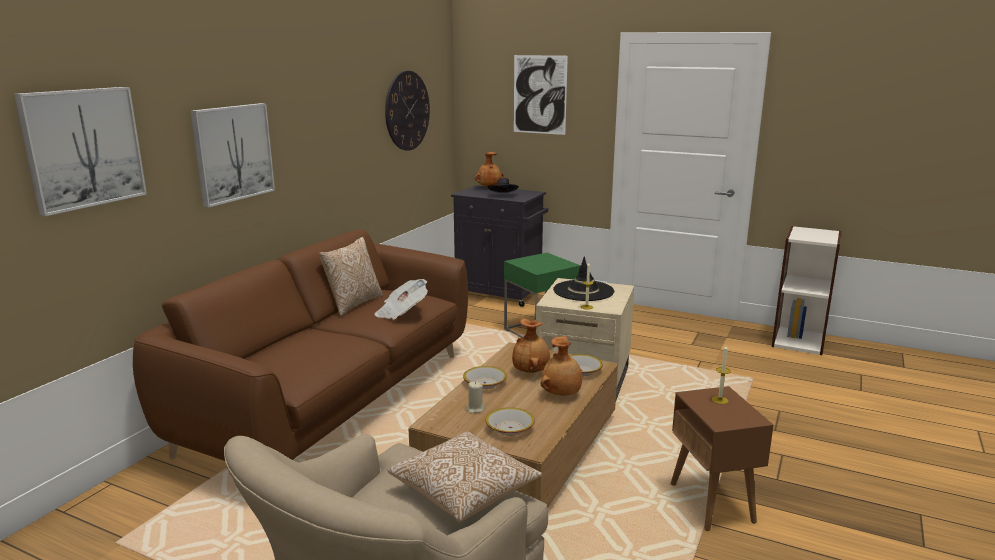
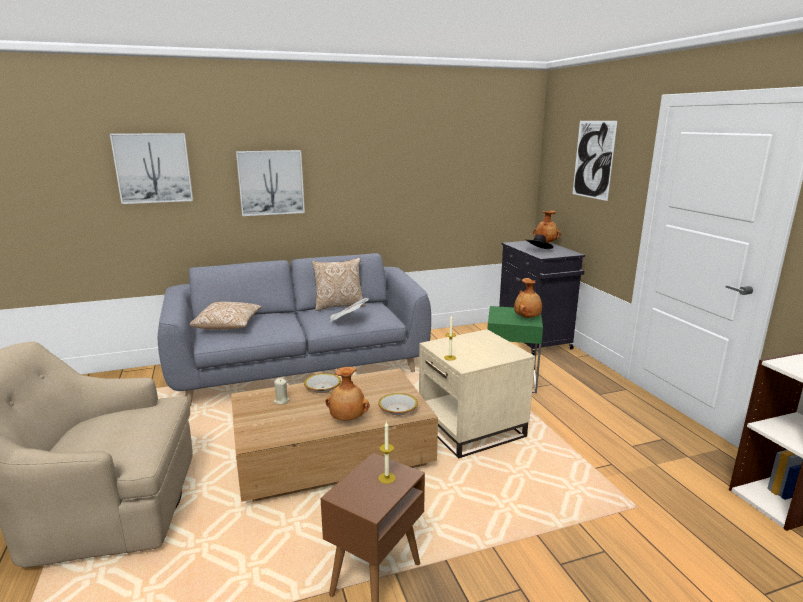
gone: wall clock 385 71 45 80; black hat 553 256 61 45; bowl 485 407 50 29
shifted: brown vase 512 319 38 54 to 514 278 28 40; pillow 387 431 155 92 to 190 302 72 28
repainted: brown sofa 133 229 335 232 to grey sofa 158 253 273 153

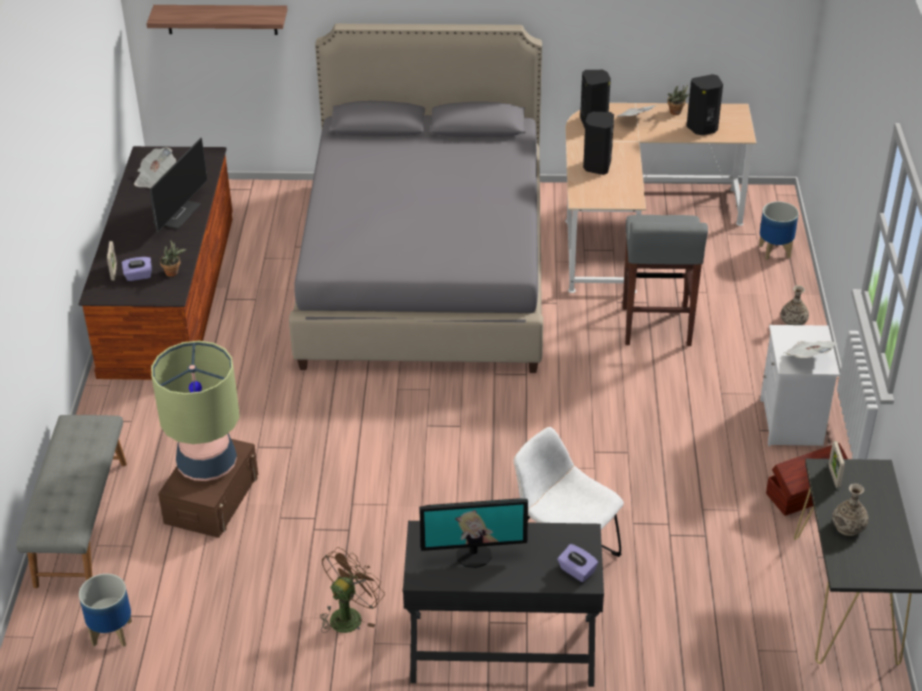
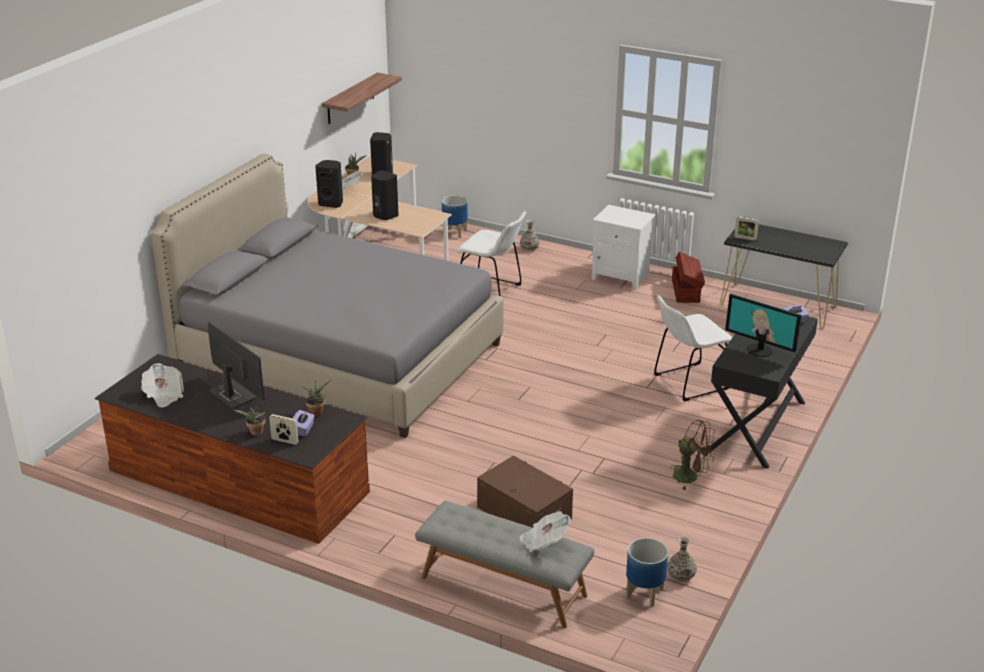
gone: table lamp 151 341 89 140
new: potted plant 234 406 32 30
shifted: shelf 146 5 141 30 to 322 73 80 51; newspaper 784 341 53 17 to 519 511 52 41; vase 832 484 37 52 to 667 537 30 45
swapped: grey stool 623 215 85 131 to white chair 457 211 69 85
rotated: monitor 419 498 109 70 = 725 294 76 63 105 degrees clockwise; brown fan 320 547 65 86 = 670 420 46 70 150 degrees clockwise

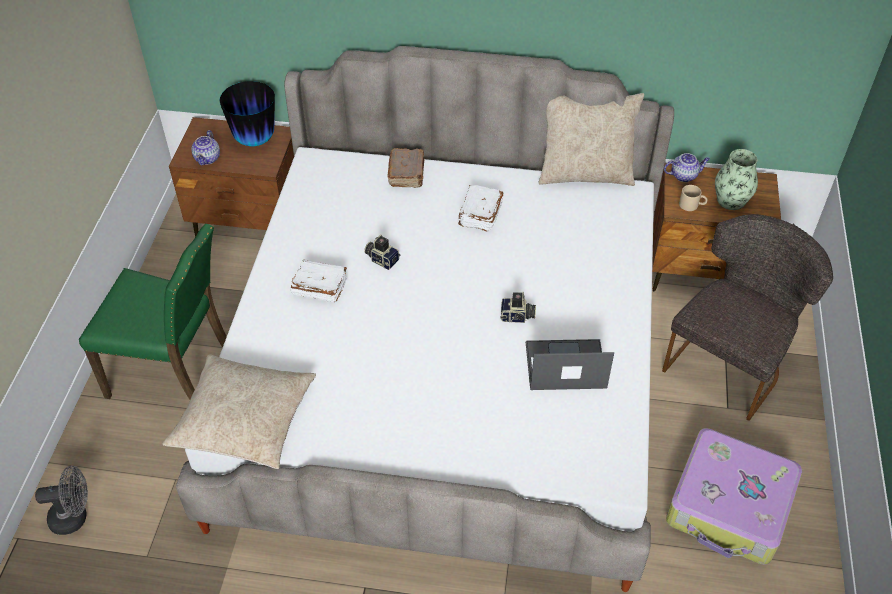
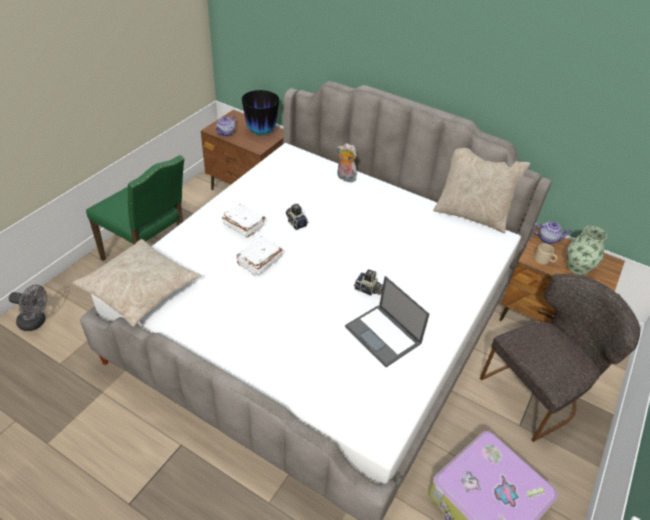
shifted: white book 458 185 46 47 to 237 236 46 40
swapped: brown book 388 148 36 40 to plush toy 337 143 20 39
rotated: laptop 526 339 88 51 = 345 276 85 91 150 degrees counterclockwise

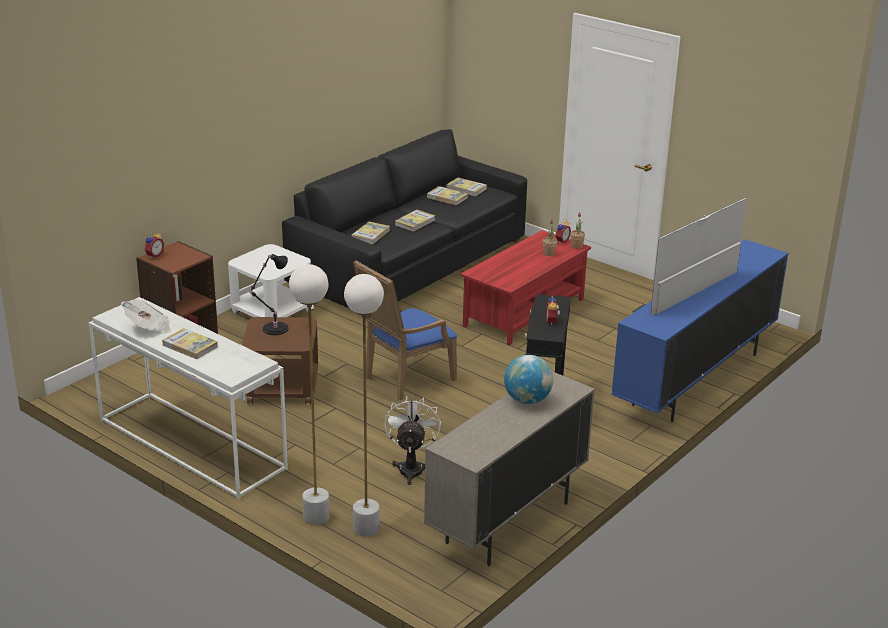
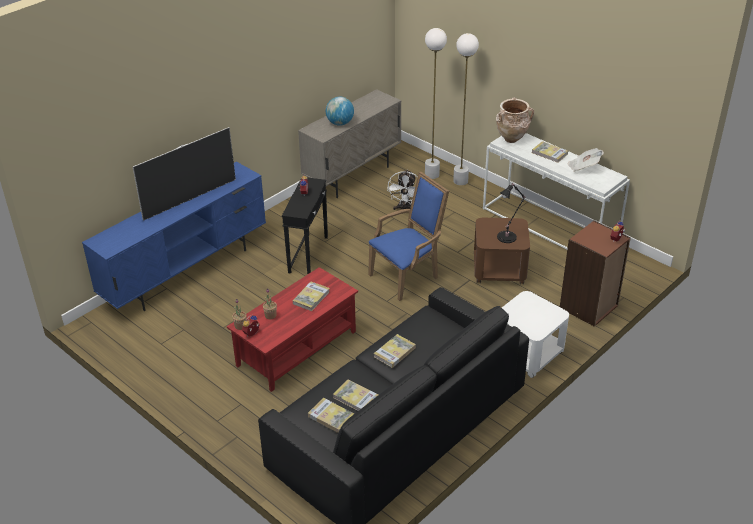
new: beige vase 496 97 38 46
shifted: book 352 222 38 22 to 293 282 37 29

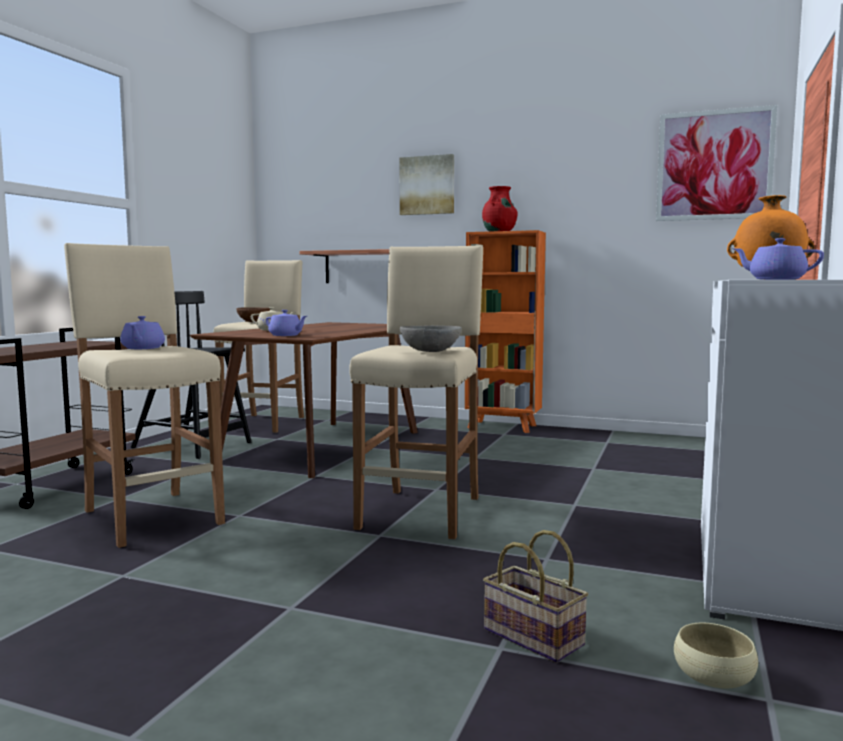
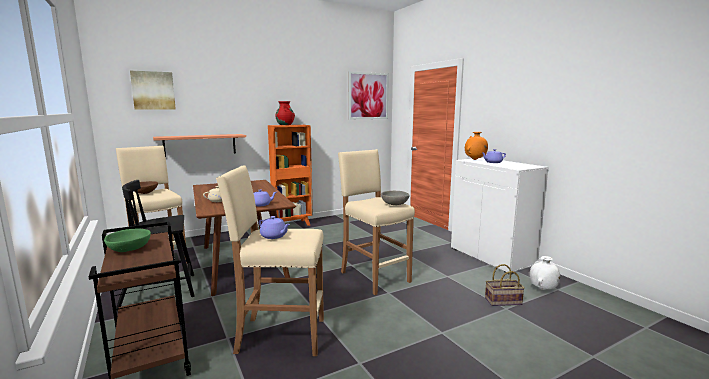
new: green bowl 104 229 47 23
shifted: picture 400 154 54 61 to 130 71 46 39
swapped: beige bowl 674 623 84 66 to white vase 530 256 30 34

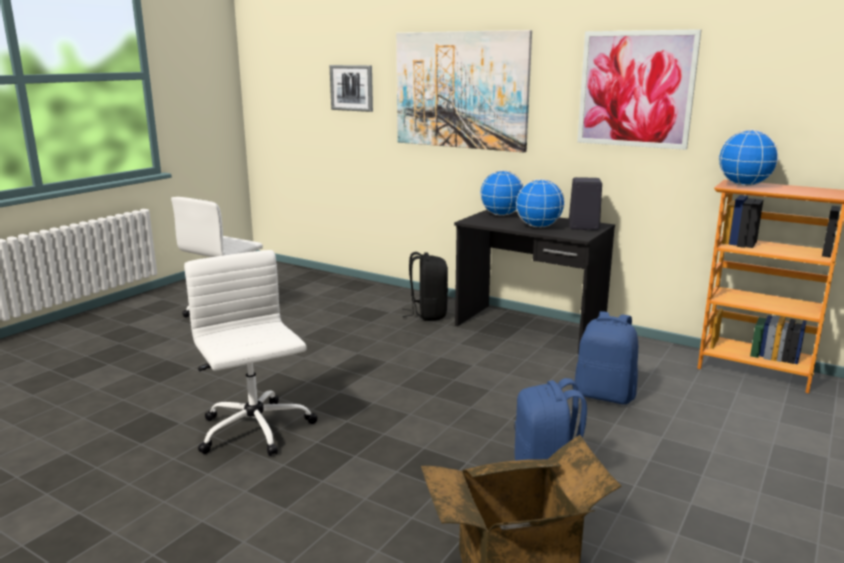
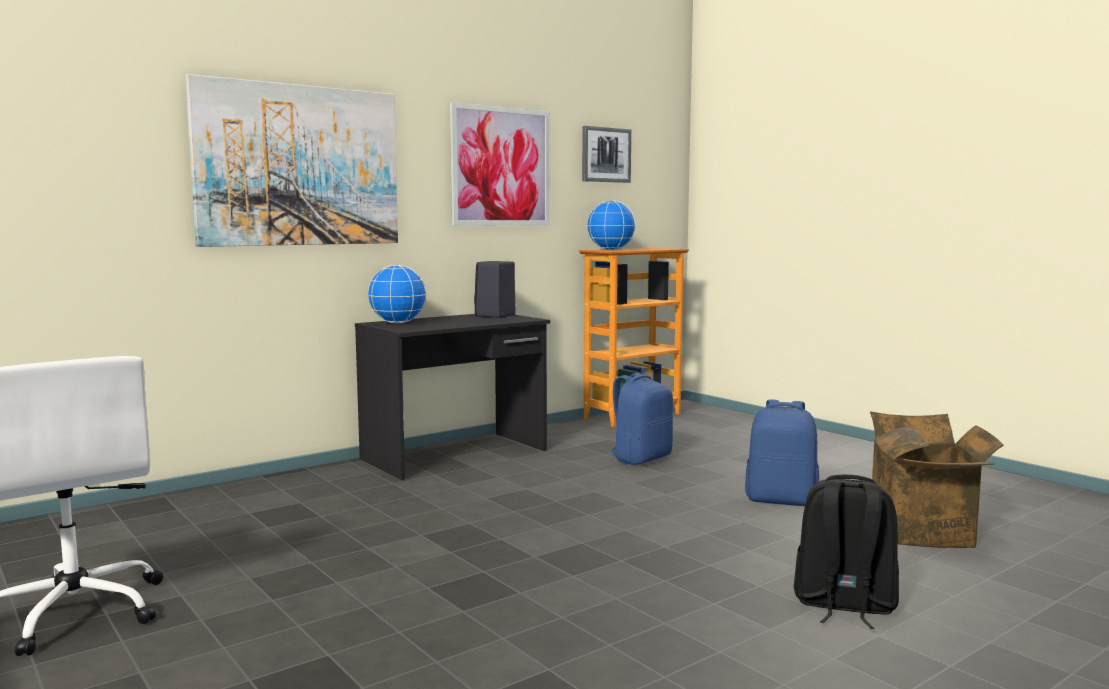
gone: globe 516 179 49 49; white office chair 184 250 133 206
shifted: picture 330 65 43 47 to 582 126 49 57; black backpack 402 252 46 69 to 794 474 105 155

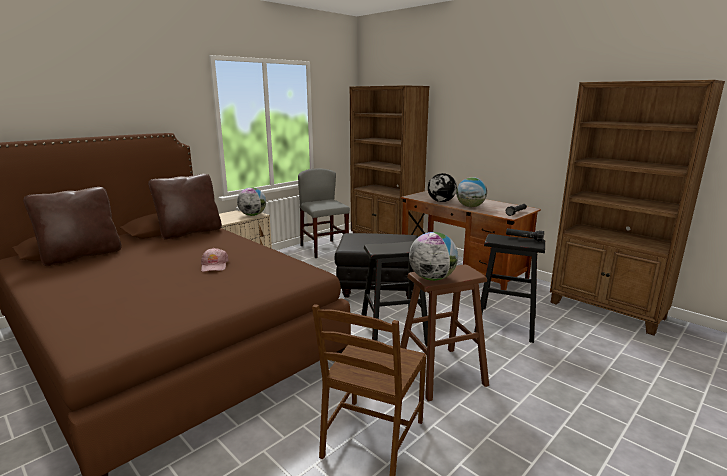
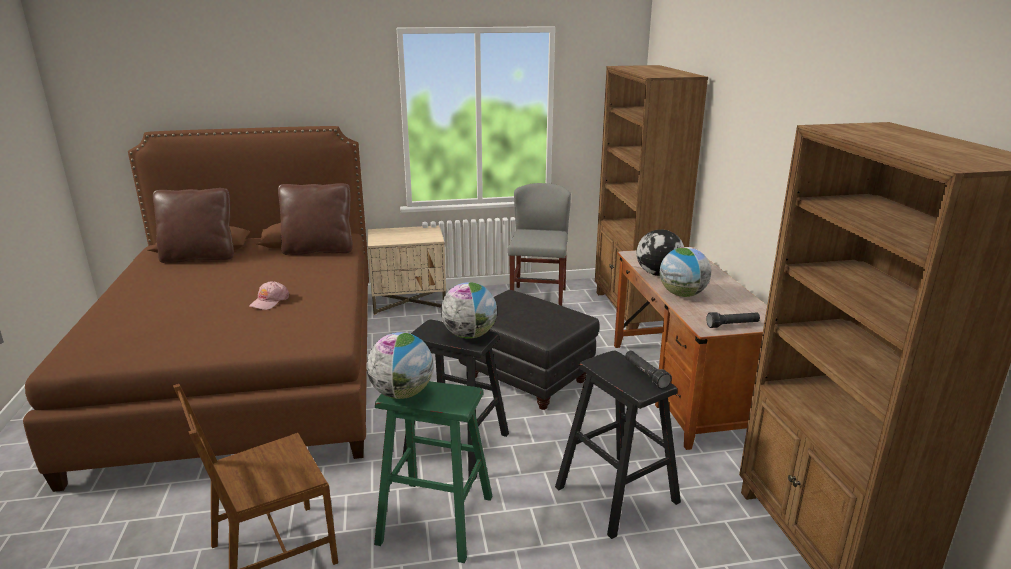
shifted: globe 237 187 29 29 to 441 282 56 57
repainted: brown stool 400 264 89 137 to green stool 374 381 118 182

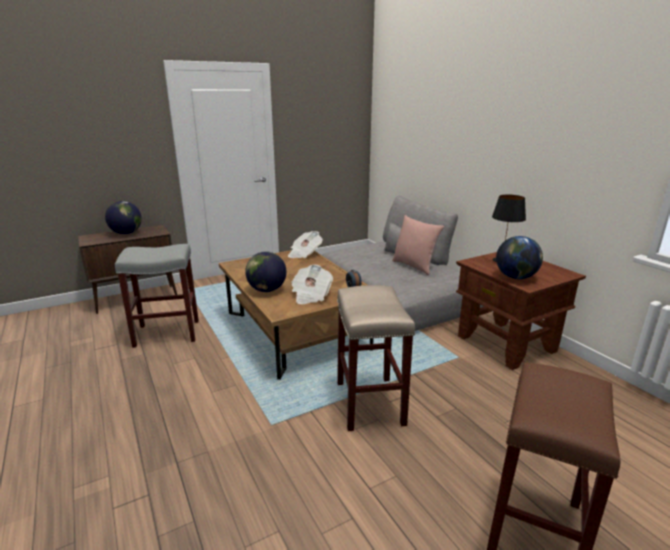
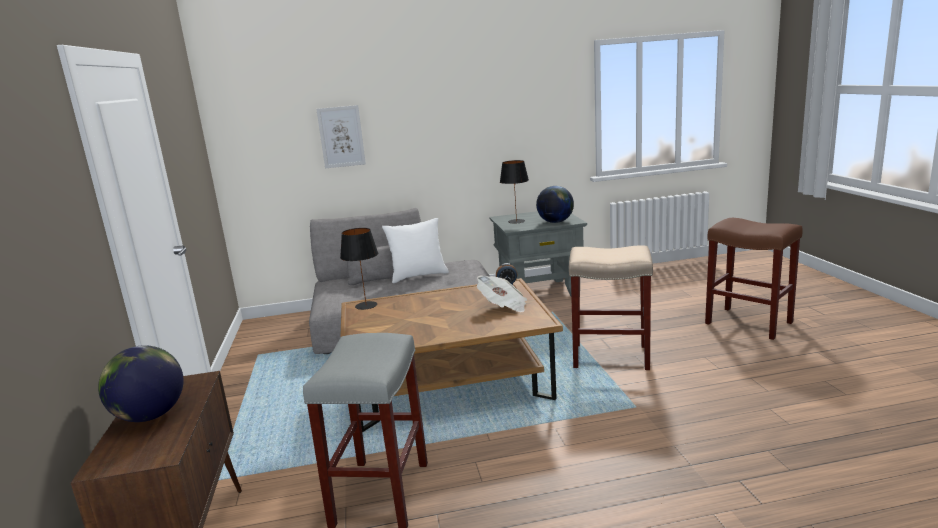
gone: globe 245 251 42 41
new: picture 316 105 50 63
swapped: newspaper 288 231 35 27 to black table lamp 340 228 38 82
repainted: pink pillow 392 215 52 60 to white pillow 382 218 67 65; brown side table 456 252 130 118 to grey side table 489 211 98 85

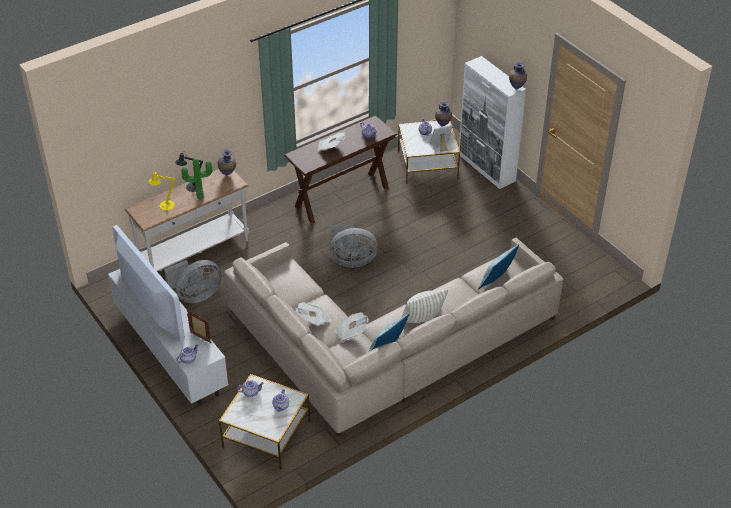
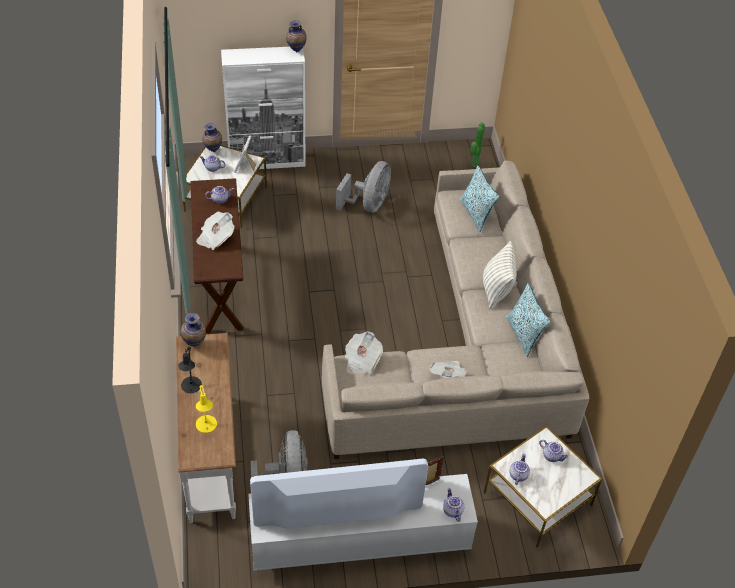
shifted: potted plant 181 159 32 41 to 470 123 15 44; grey fan 330 225 48 42 to 336 161 55 51; newspaper 334 312 35 29 to 345 332 38 42

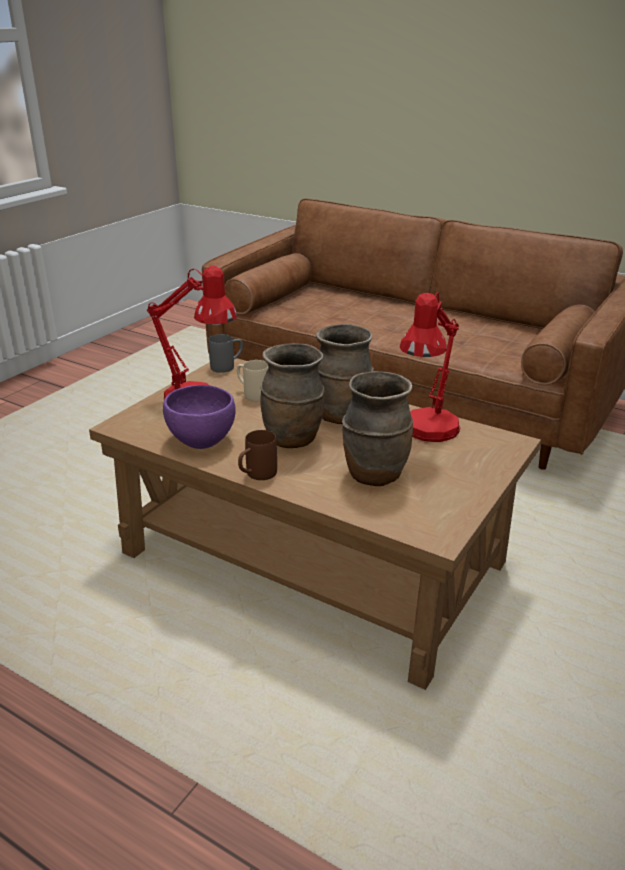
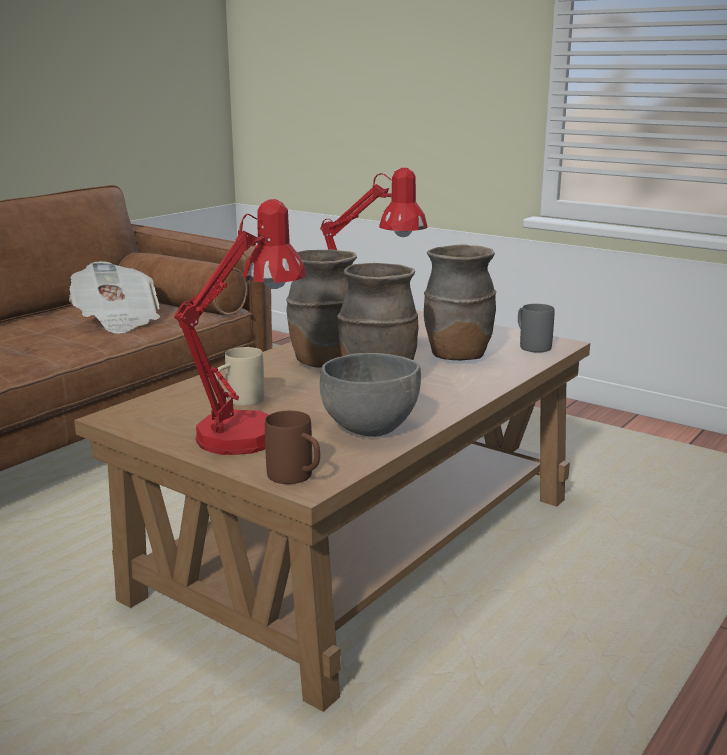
new: newspaper 69 261 91 73
shifted: grey mug 208 334 35 39 to 518 304 37 49; brown mug 238 430 39 50 to 265 411 55 73
repainted: purple bowl 163 385 73 64 to grey bowl 320 353 101 84

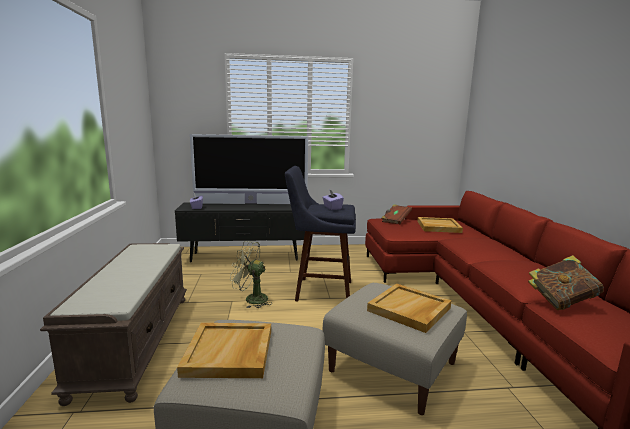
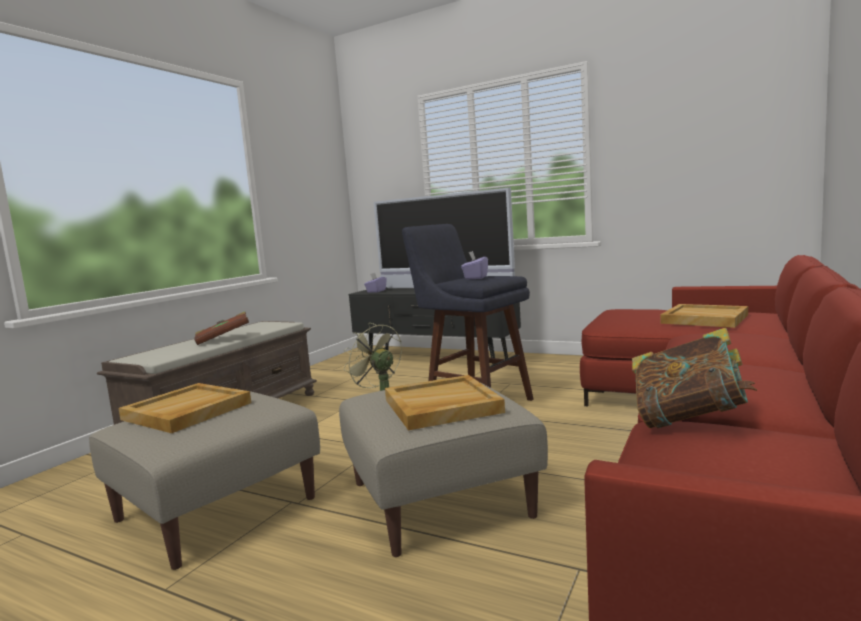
shifted: brown book 382 204 30 20 to 194 311 55 34

